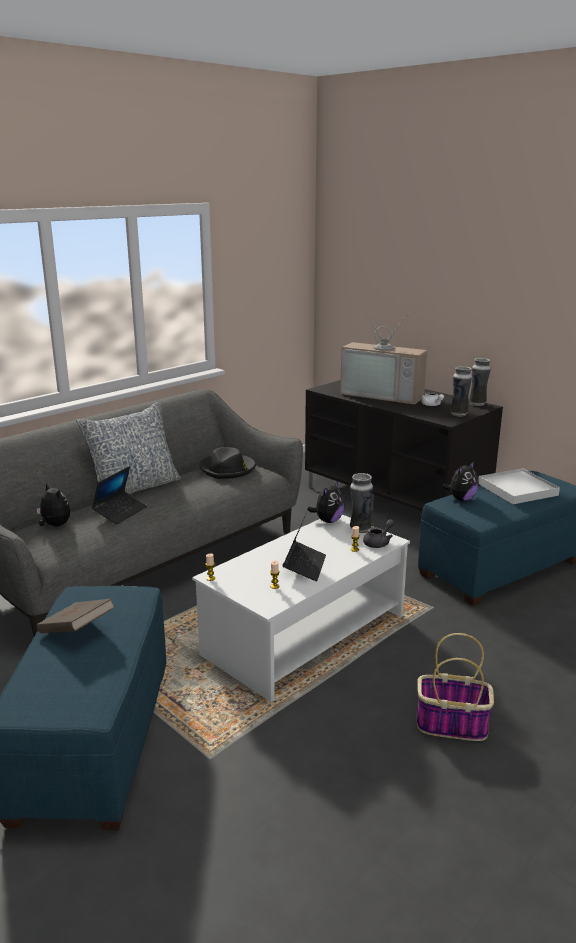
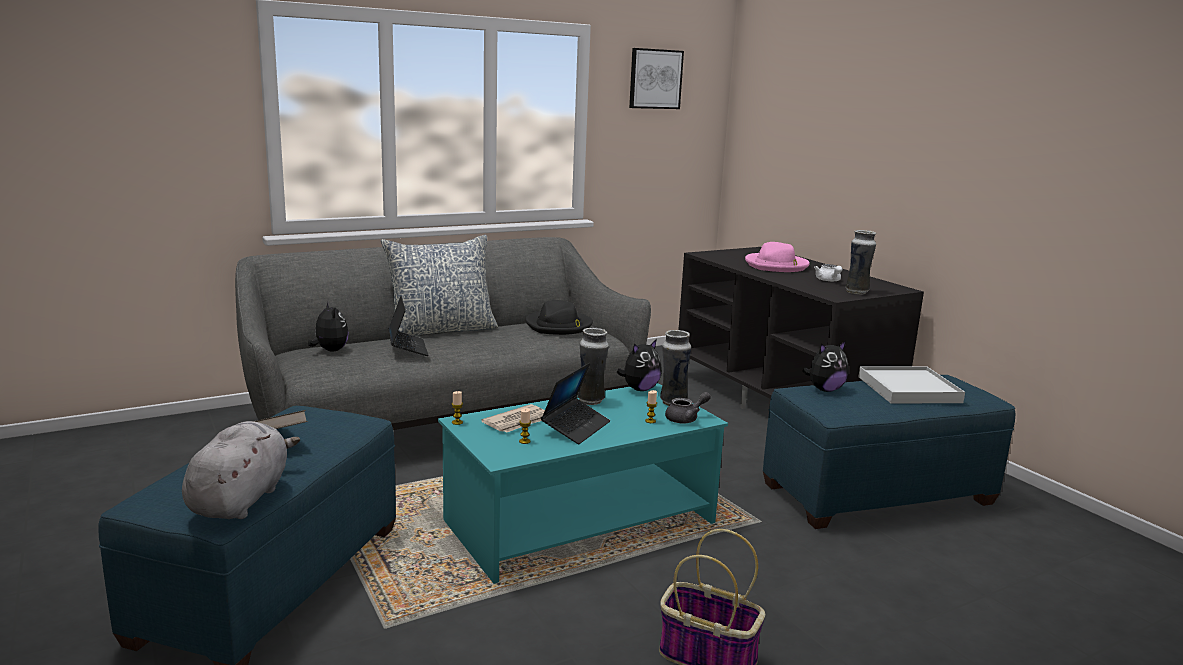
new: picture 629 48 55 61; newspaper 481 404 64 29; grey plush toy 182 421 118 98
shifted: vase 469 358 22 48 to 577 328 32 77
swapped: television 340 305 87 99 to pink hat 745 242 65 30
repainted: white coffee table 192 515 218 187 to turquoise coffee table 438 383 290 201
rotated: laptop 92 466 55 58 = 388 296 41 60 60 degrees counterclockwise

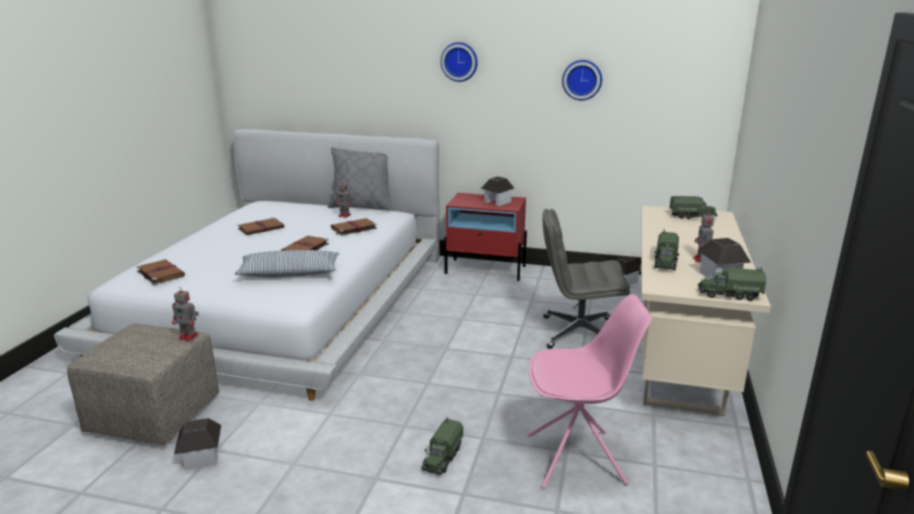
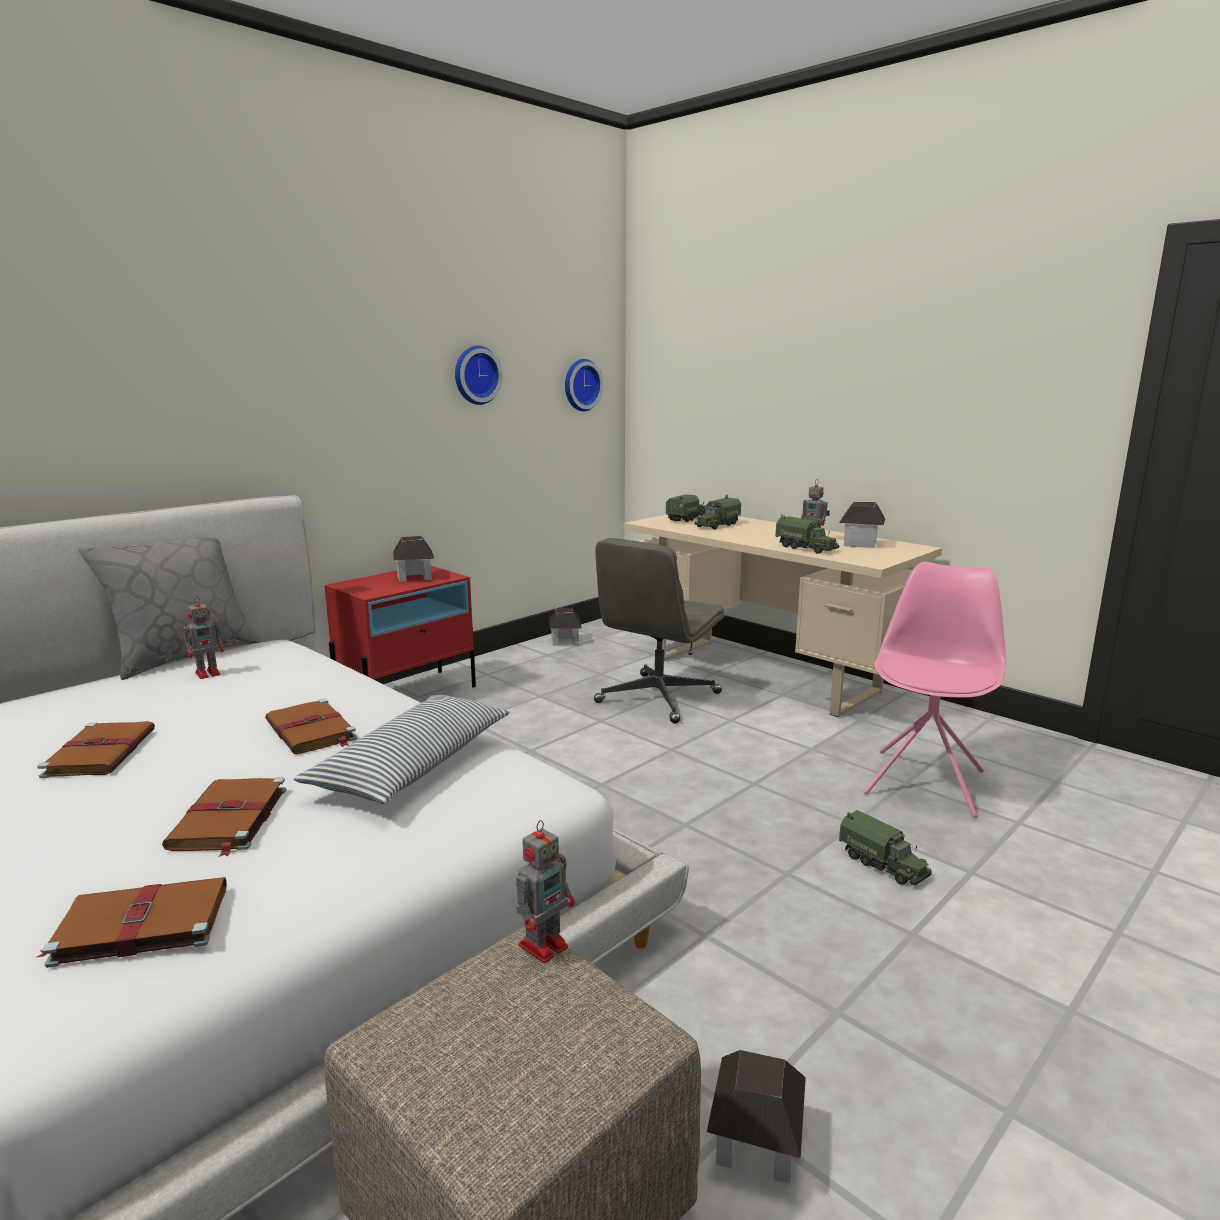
shifted: wall clock 441 42 37 40 to 565 359 39 52; brown book 331 218 46 18 to 162 777 124 80; toy truck 698 267 68 34 to 694 494 47 35

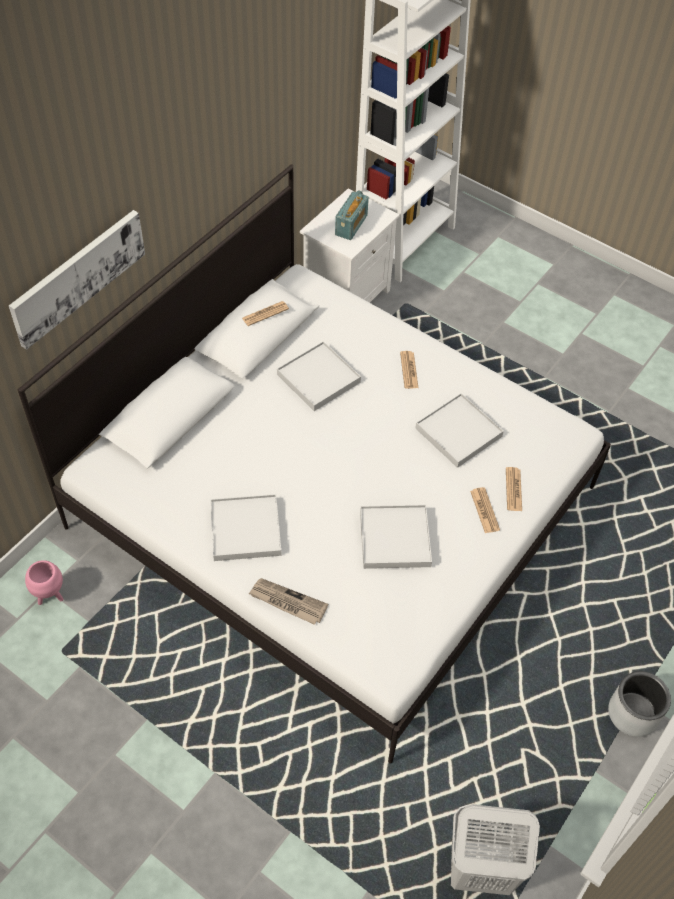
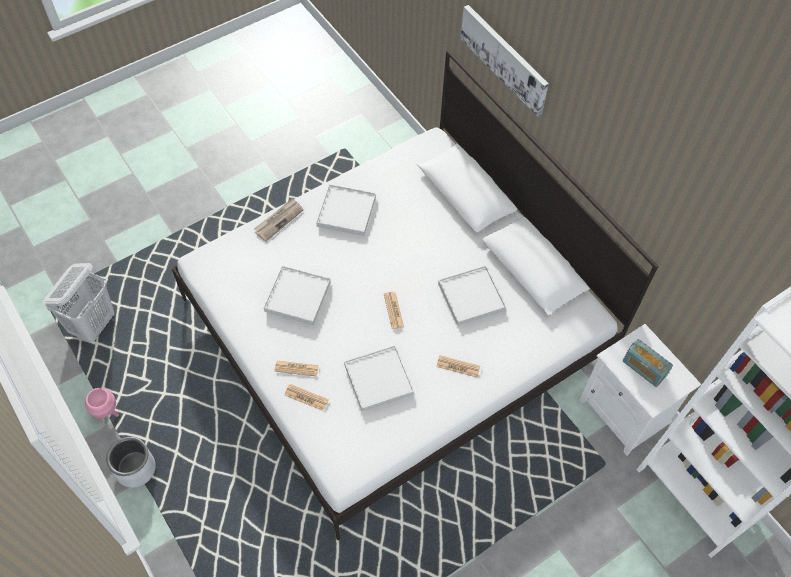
shifted: newspaper 242 301 47 25 to 384 292 20 37; pink planter 25 560 39 45 to 85 388 34 35

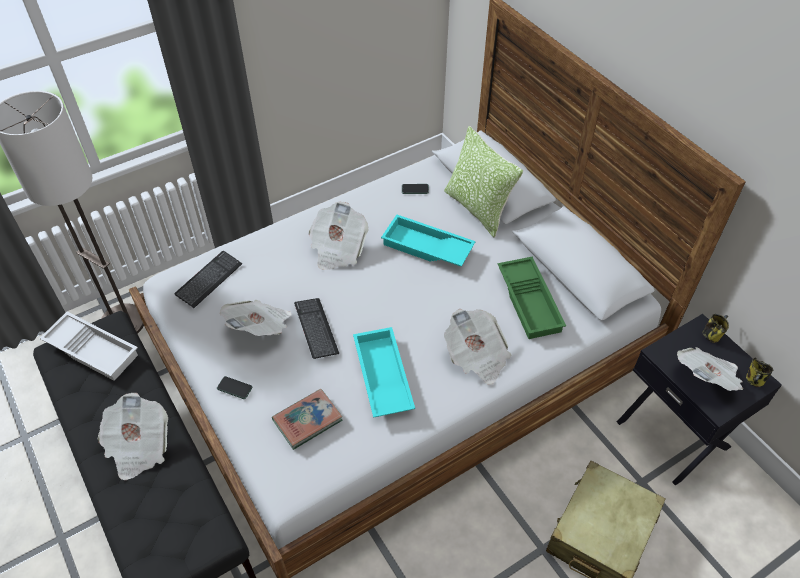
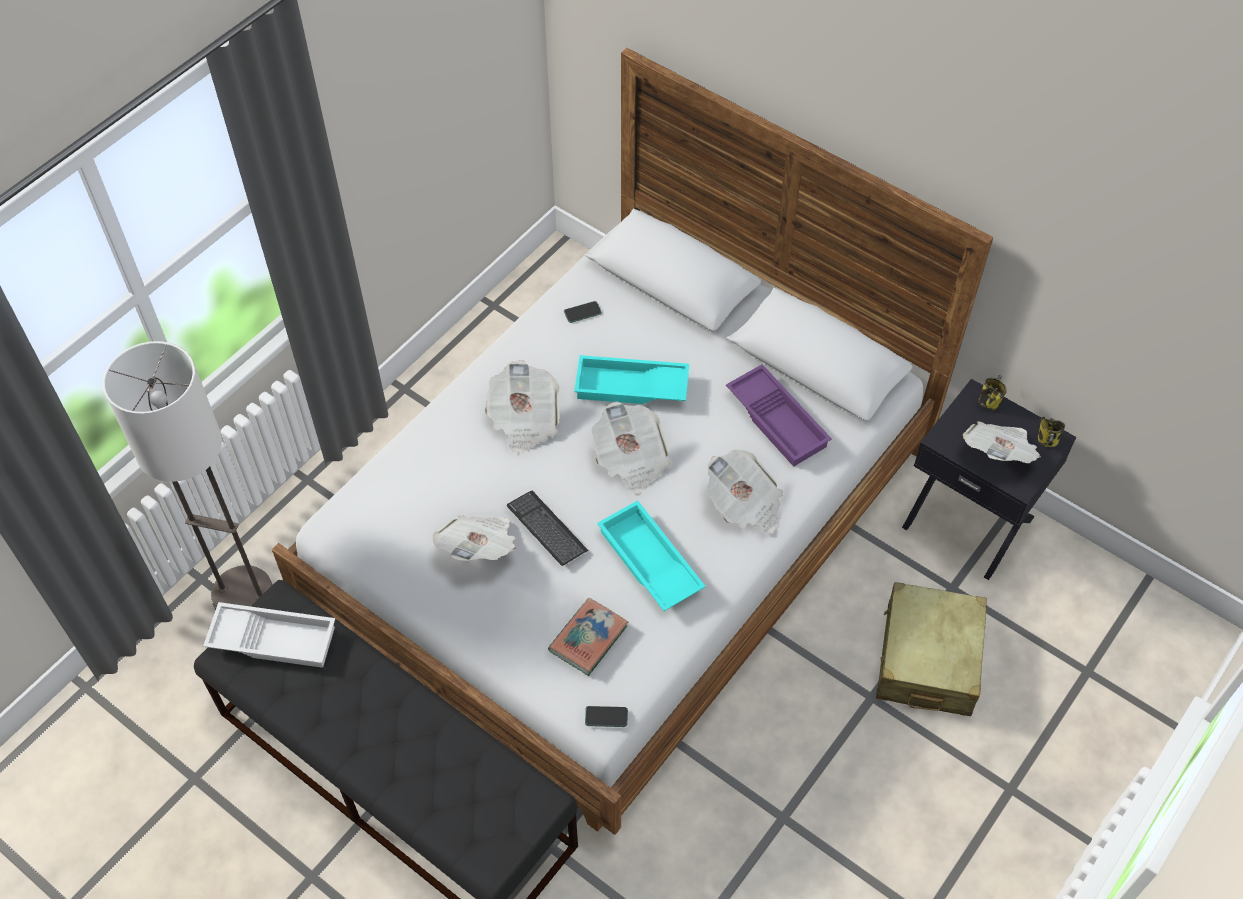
gone: pillow 444 126 79 112; keyboard 175 251 67 57
shifted: phone 217 376 36 23 to 585 706 43 21; newspaper 97 393 71 87 to 591 401 80 93
repainted: green tray 498 257 68 82 to purple tray 726 364 106 103

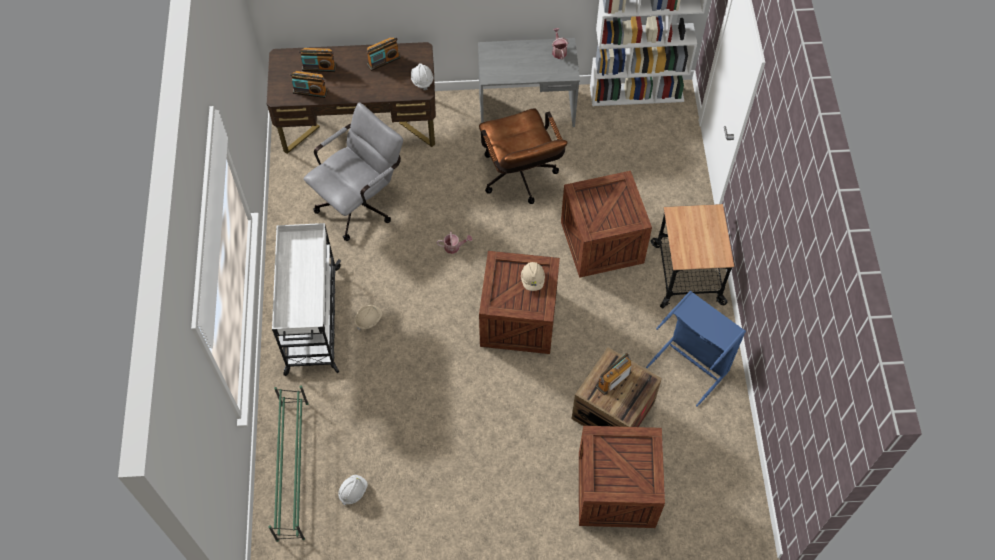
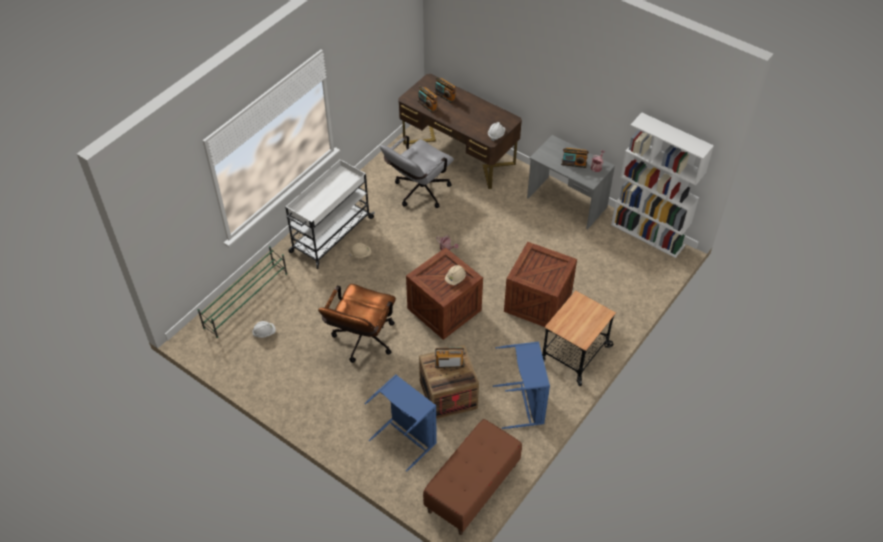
new: brown bench 423 419 99 116
shifted: radio 366 37 35 34 to 561 148 28 20; brown office chair 479 108 88 96 to 318 284 78 79
swapped: crate 579 426 86 102 to blue laundry basket 365 374 72 98
rotated: grey office chair 304 102 99 139 = 380 135 74 73 135 degrees clockwise

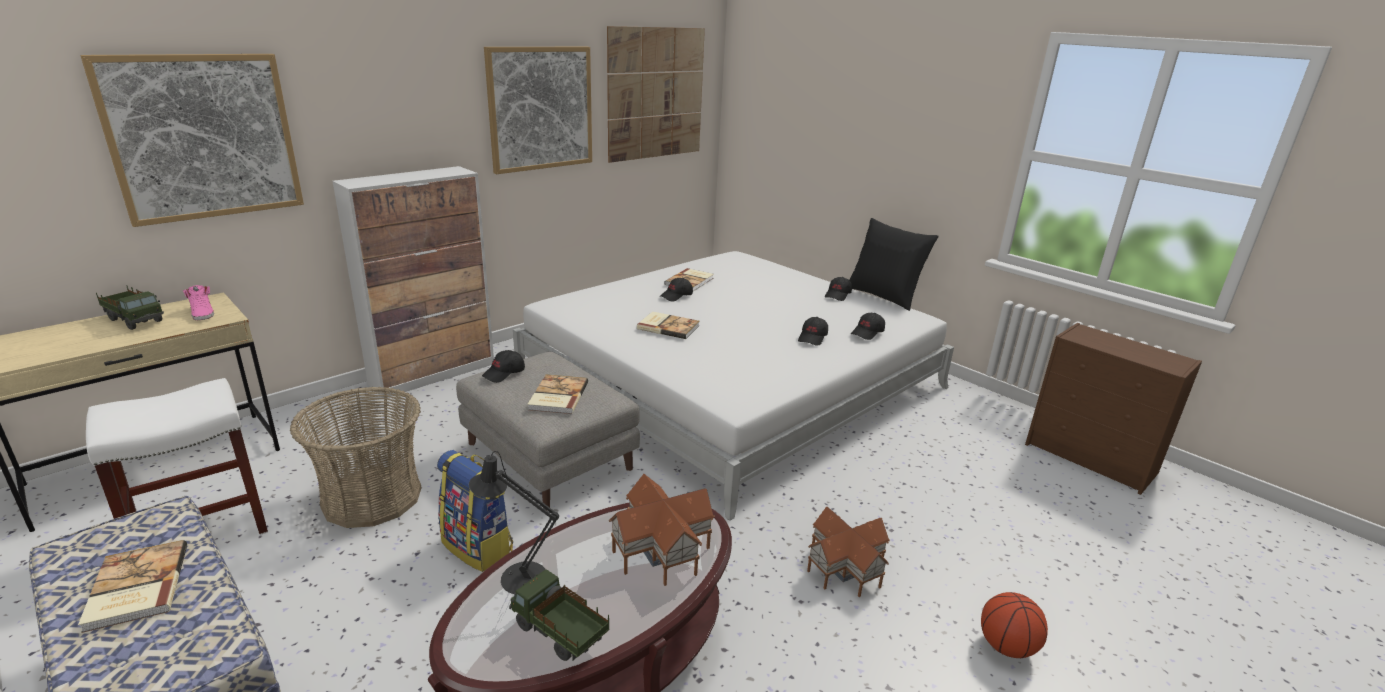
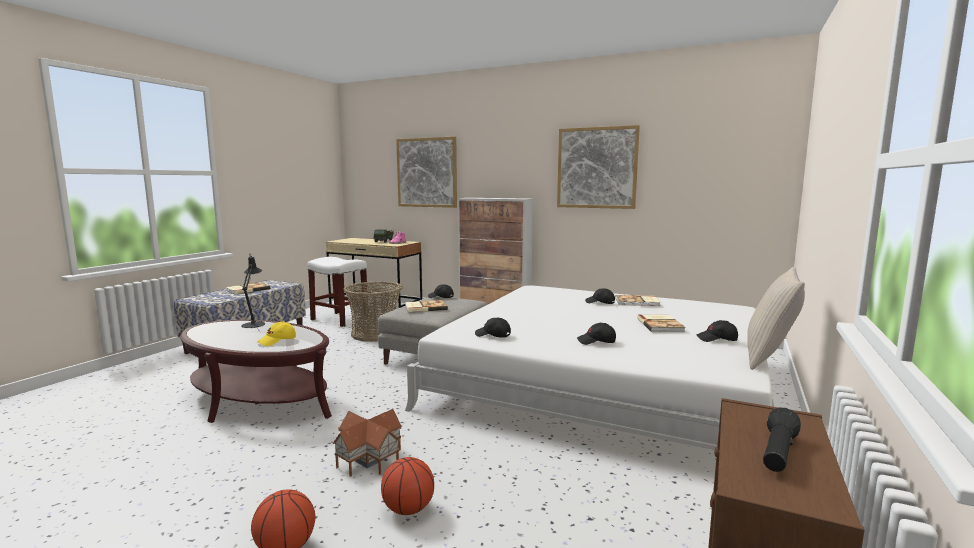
gone: picture 607 26 98 137; backpack 437 450 76 122; toy truck 509 569 101 92
new: black flashlight 763 408 38 64; basketball 381 457 53 58
shifted: book 637 312 63 27 to 637 315 49 17; black cap 851 313 34 27 to 475 317 36 21
swapped: toy house 609 474 106 112 to yellow cap 258 321 38 25
repainted: black pillow 849 218 90 93 to beige pillow 748 267 57 103

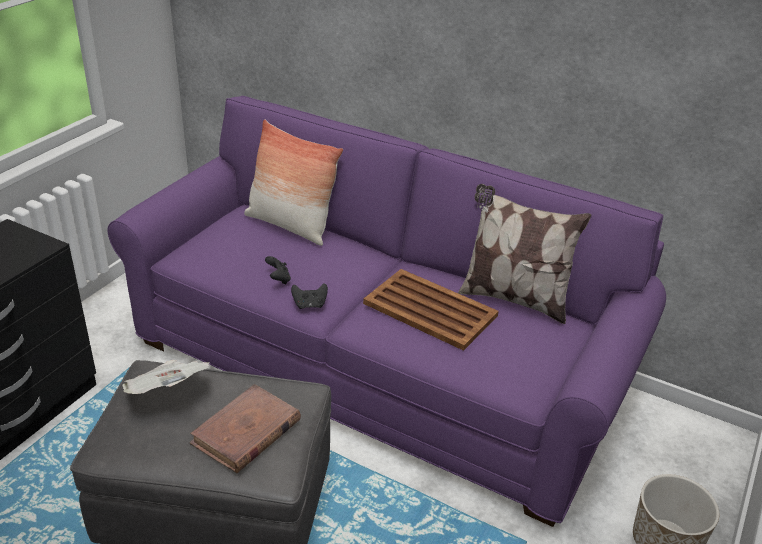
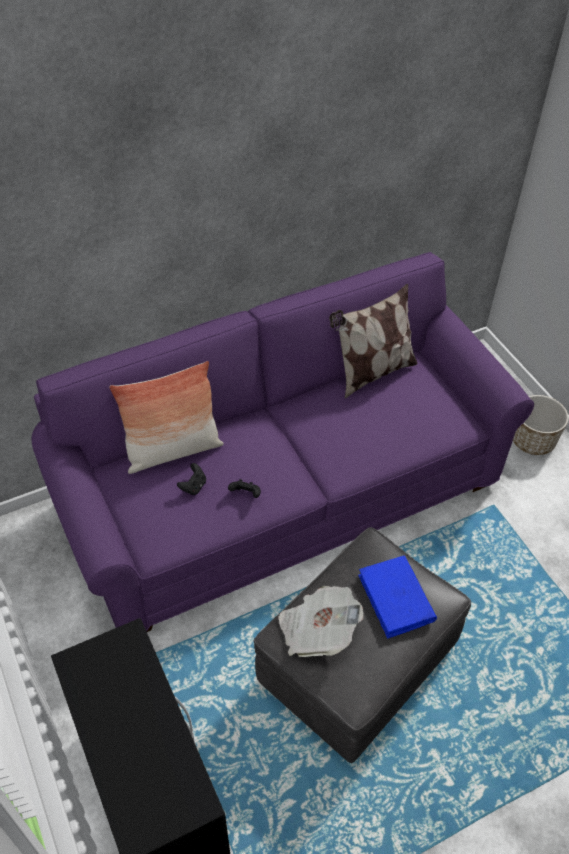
gone: brown tray 363 269 136 82
shifted: black game controller 291 283 37 26 to 177 463 29 32
repainted: brown book 189 384 112 89 to blue book 358 555 79 84

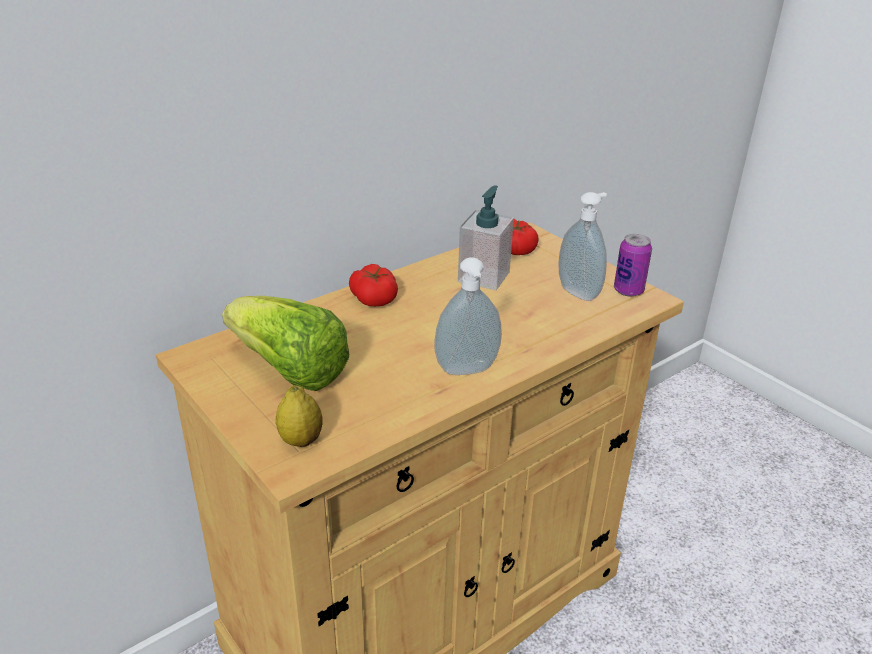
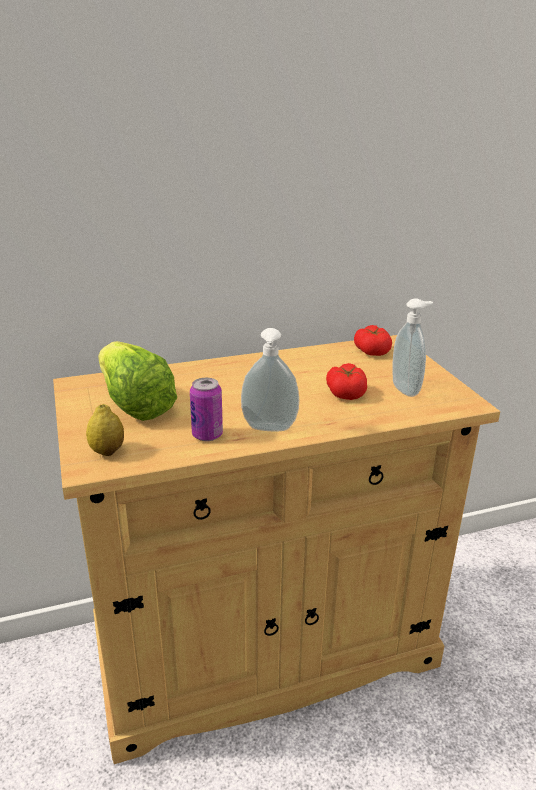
gone: soap dispenser 458 185 56 105
shifted: can 614 234 38 63 to 190 378 33 63; tomato 349 264 49 42 to 326 363 41 37

